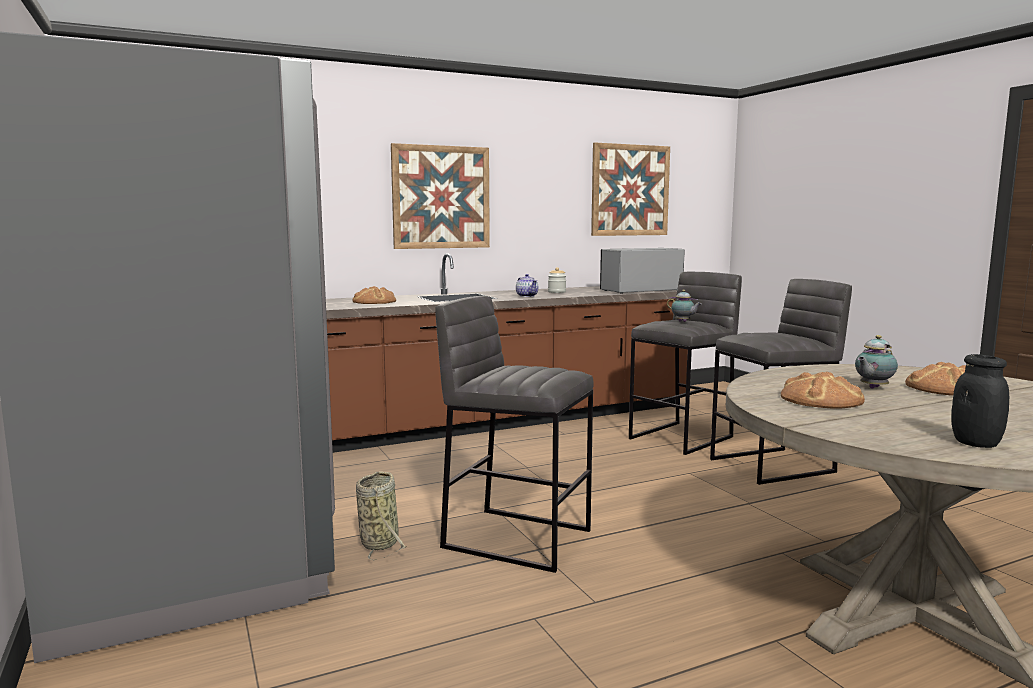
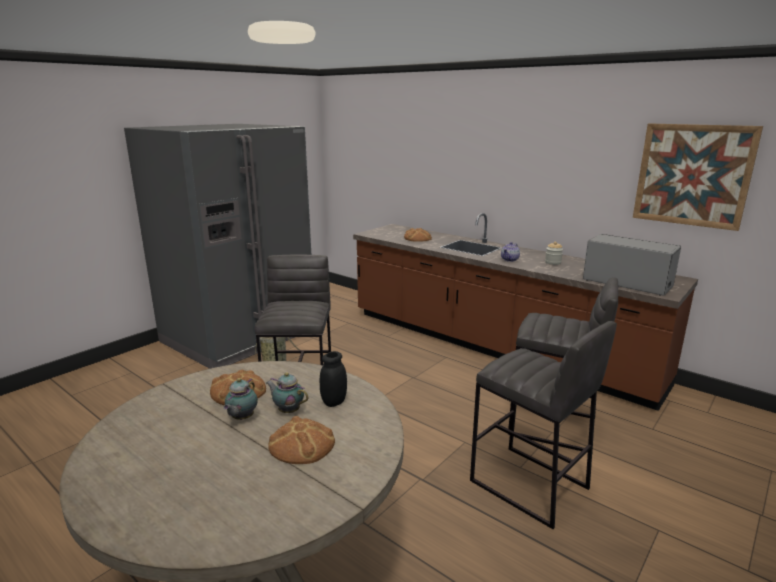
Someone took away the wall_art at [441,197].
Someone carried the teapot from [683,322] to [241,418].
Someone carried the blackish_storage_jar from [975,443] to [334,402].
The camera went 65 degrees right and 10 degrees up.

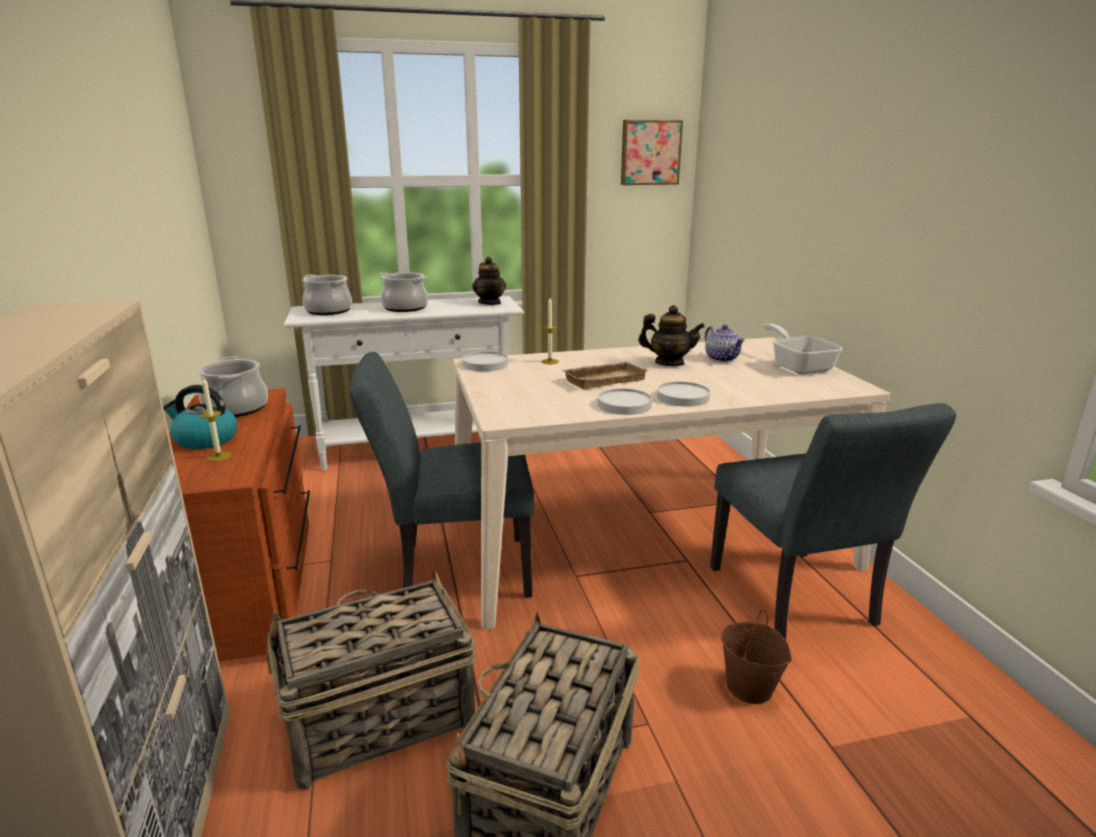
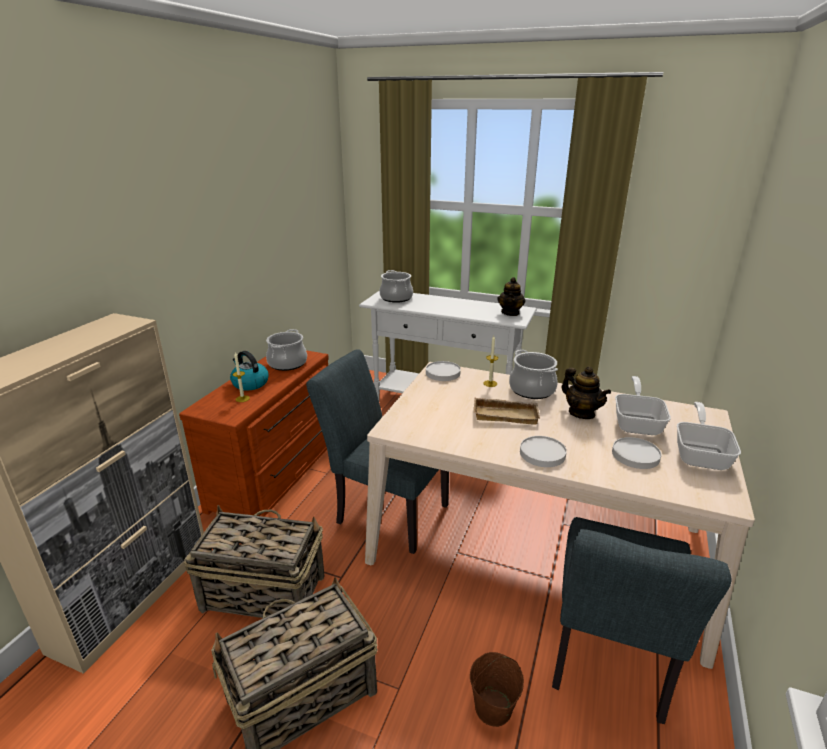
Someone carried the stockpot from [405,308] to [532,390].
Someone carried the whitish_dinner_plate from [624,405] to [635,455].
Someone took away the wall_art at [650,152].
Someone swapped the teapot at [723,358] for the pan at [637,422].
The camera went 35 degrees right and 5 degrees up.

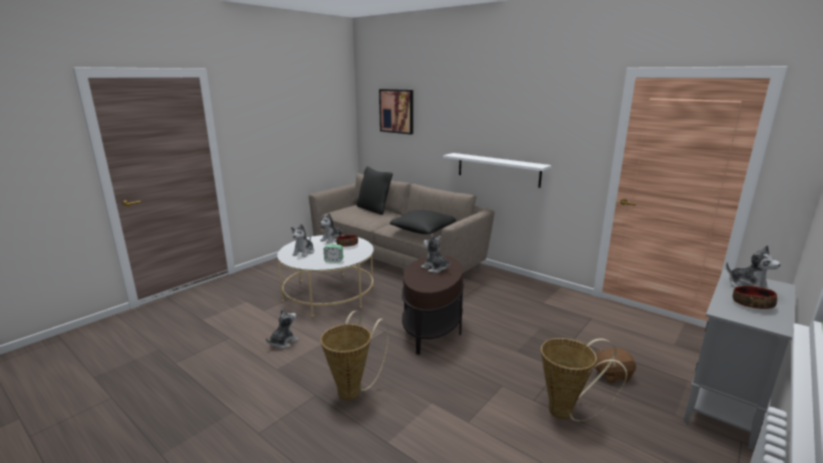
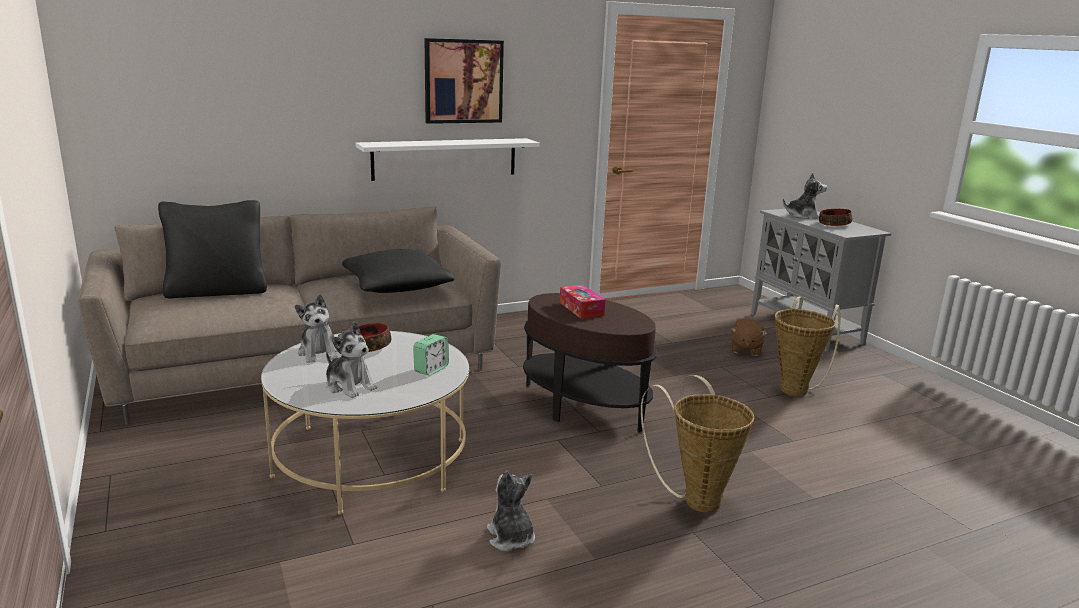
Someone carried the wall_art from [396,111] to [463,81].
Someone swapped the plush_toy at [435,268] for the tissue_holder at [581,309].
The camera went 65 degrees left and 0 degrees up.

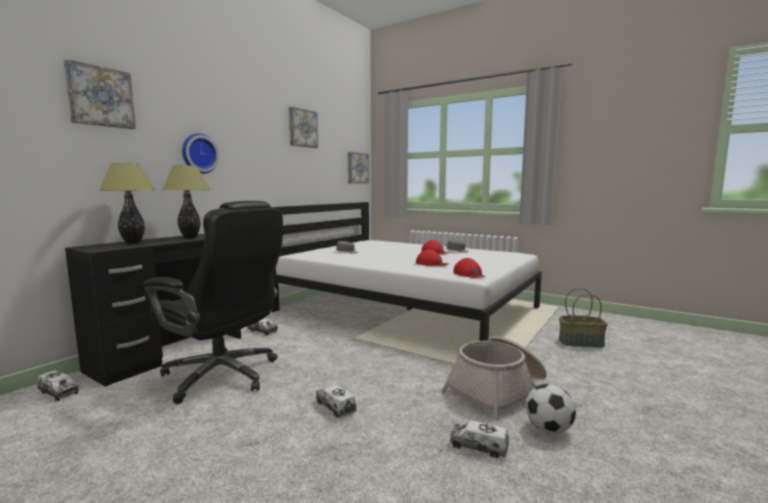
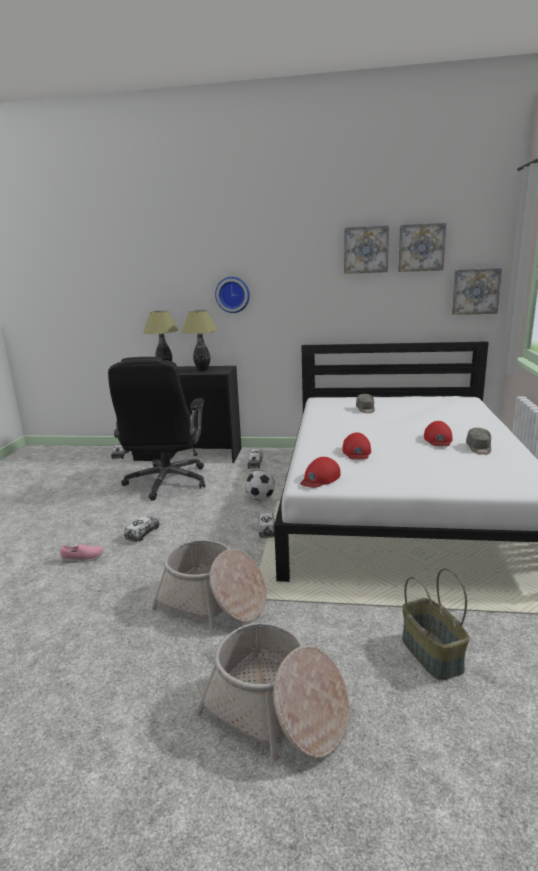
Someone carried the wall_art from [100,97] to [421,247].
Someone carried the toy_lorry from [479,446] to [266,530].
Someone carried the ball_for_football from [548,429] to [260,498].
Someone put down the pinkish_item_of_footwear at [83,559].
Someone put down the storage_basket at [277,711].
The camera went 65 degrees right and 10 degrees up.

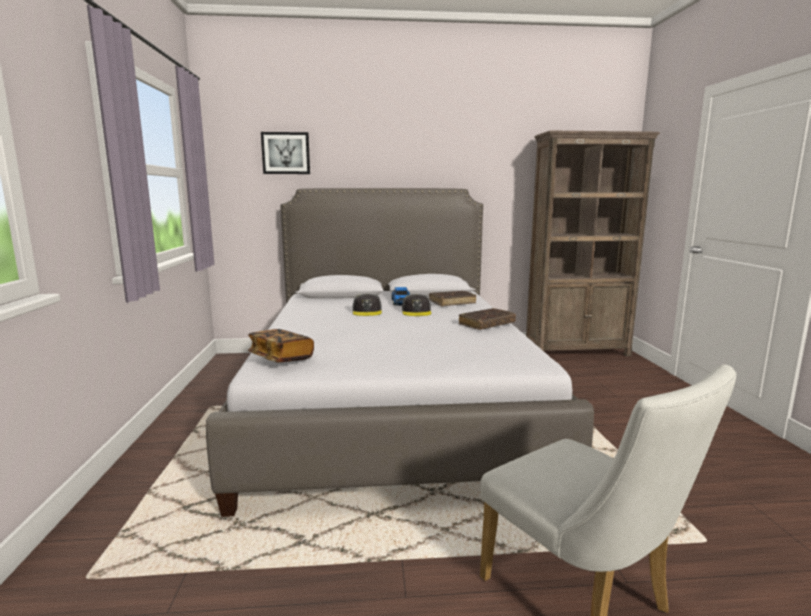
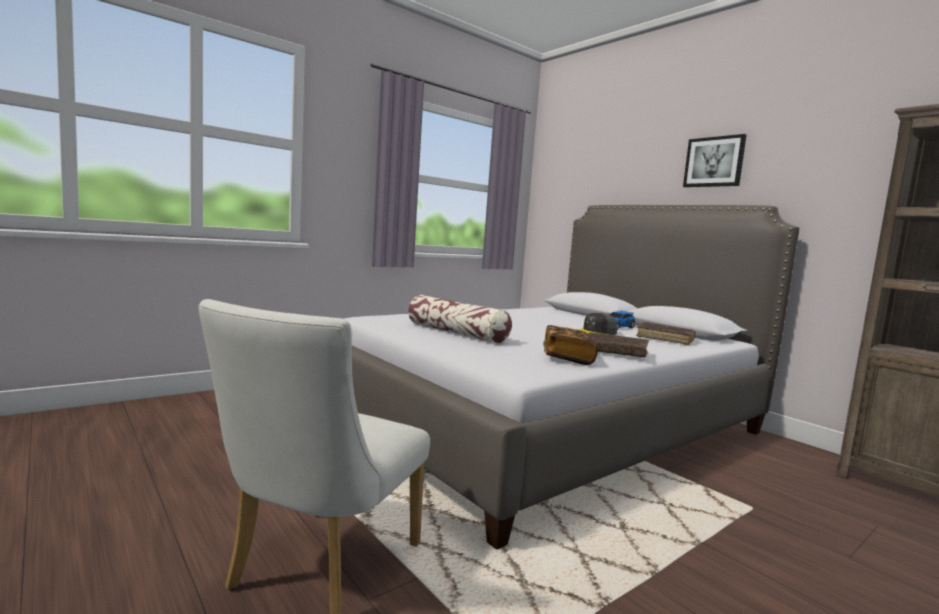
Someone carried the bound_book from [281,358] to [567,358].
Someone carried the wall_art from [286,153] to [714,162].
Someone took away the greyish_cap at [367,311].
Someone put down the pillow at [456,333].
The camera went 55 degrees right and 5 degrees down.

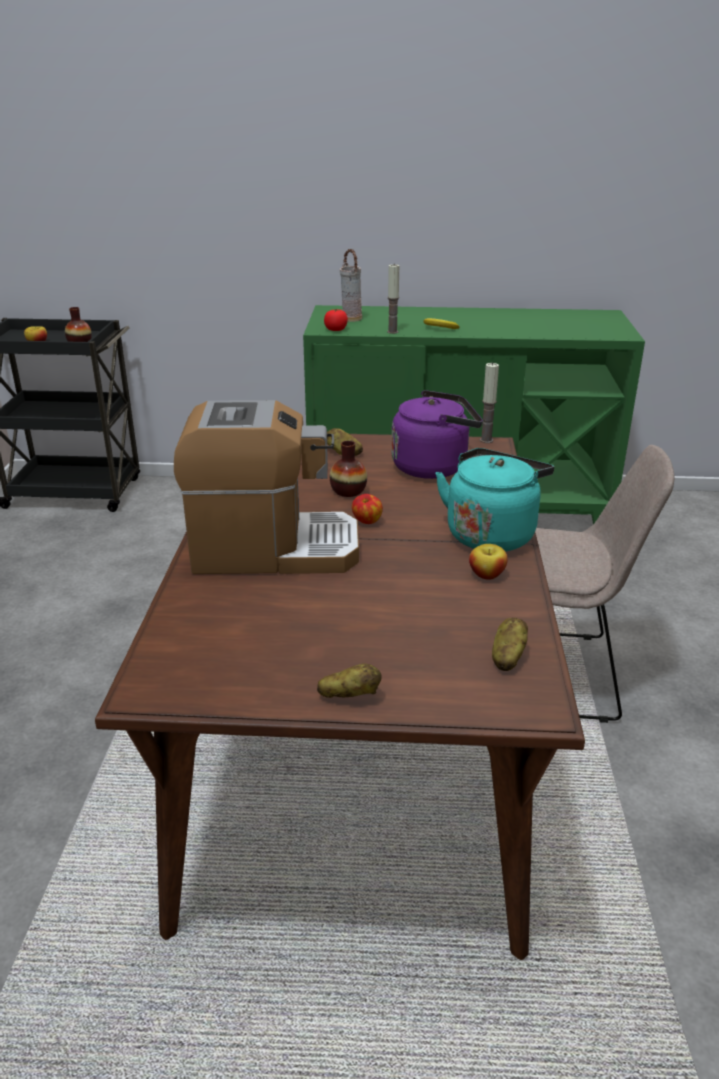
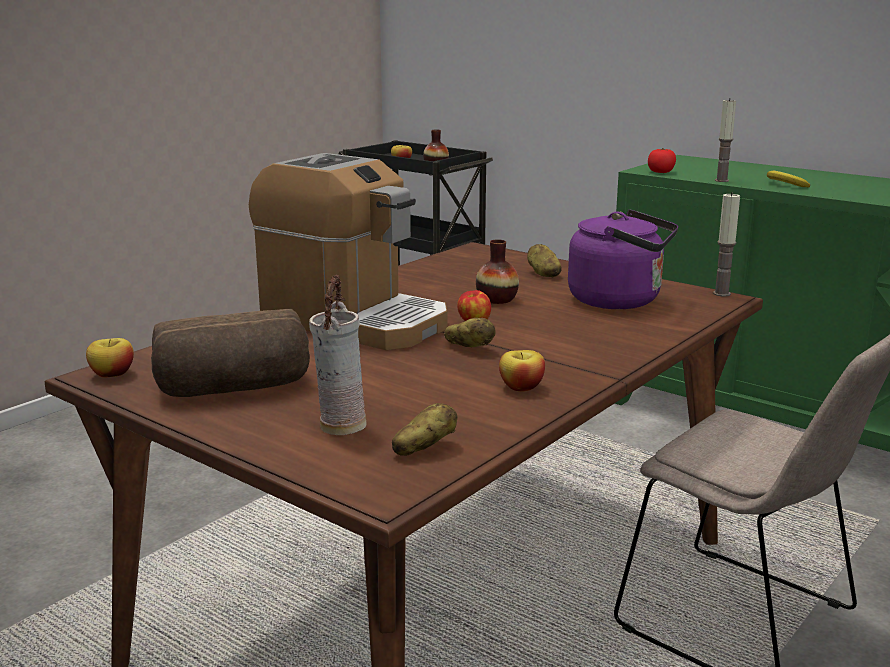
Someone carried the spud from [349,696] to [470,348].
Someone carried the decorative_vase from [351,319] to [340,426].
Someone took away the turquoise-coloured_water_kettle at [492,533].
Someone put down the whole_apple at [112,374].
Someone put down the bakery_bread at [234,388].
The camera went 35 degrees right and 10 degrees down.

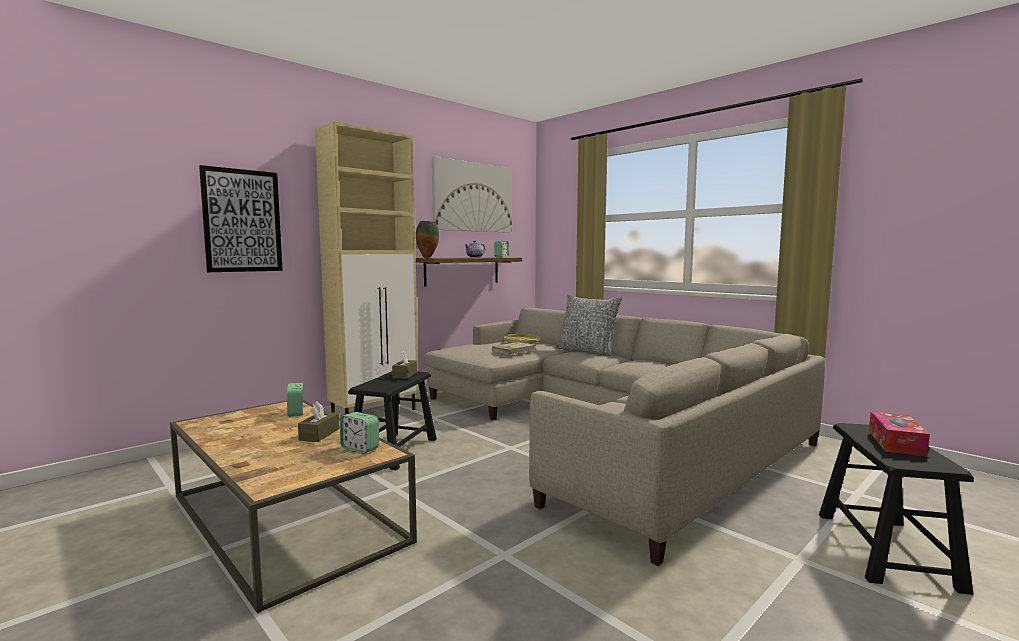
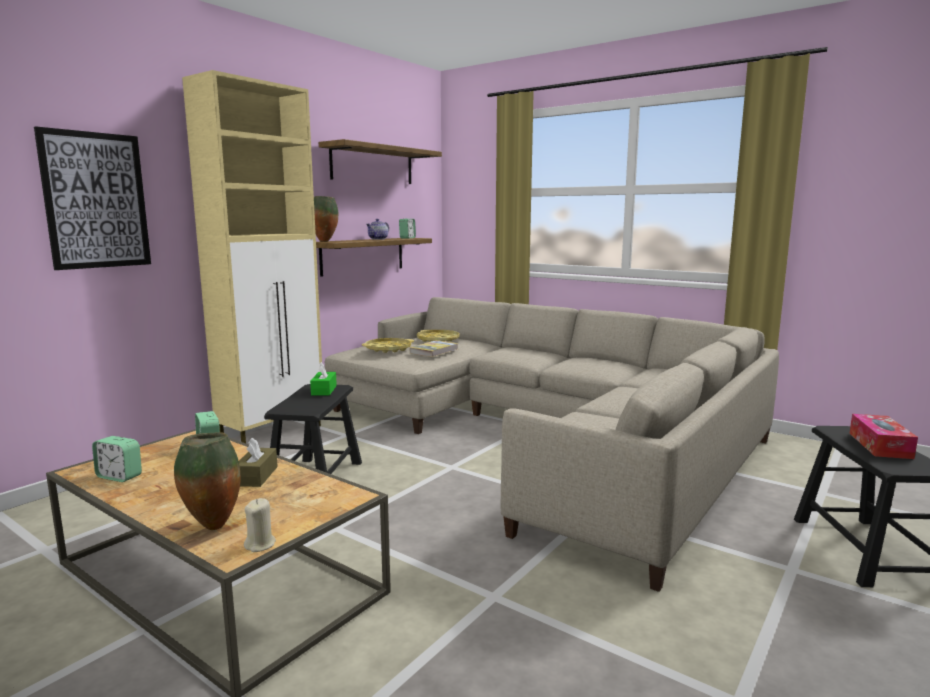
Someone carried the table_clock from [360,448] to [119,476].
Someone repainted the brown_tissue_holder at [405,375], which became the green_tissue_holder at [324,390].
Someone swapped the wall_art at [473,197] for the wall_shelf at [372,165].
Someone took away the pillow at [587,351].
Someone put down the decorative_vase at [212,526].
Someone put down the beige_wax_candle at [260,544].
Someone put down the yellow_tray at [388,349].
The camera went 10 degrees left and 5 degrees up.

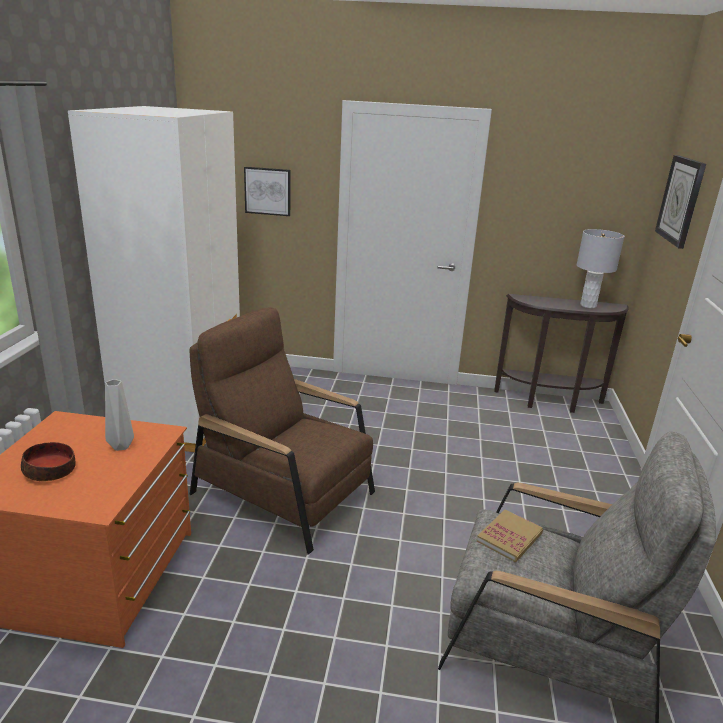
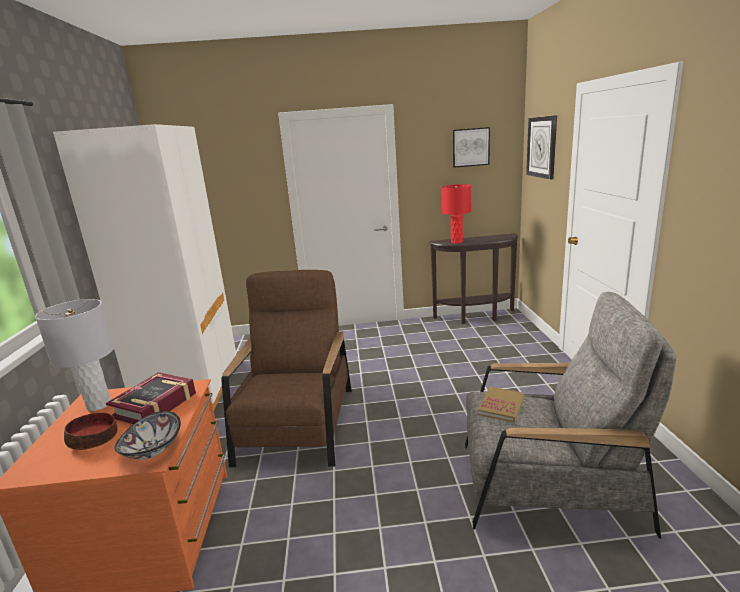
Someone swapped the greyish_decorative_vase at [120,446] for the bound_book at [155,405].
Someone rotated the brown_lounge_chair at [284,493] by 75 degrees clockwise.
Someone carried the wall_art from [268,191] to [470,147].
Someone carried the greyish_table_lamp from [588,305] to [99,404].
Someone put down the deep_dish at [152,450].
Someone put down the red_table_lamp at [456,242].
The camera went 10 degrees left and 5 degrees down.

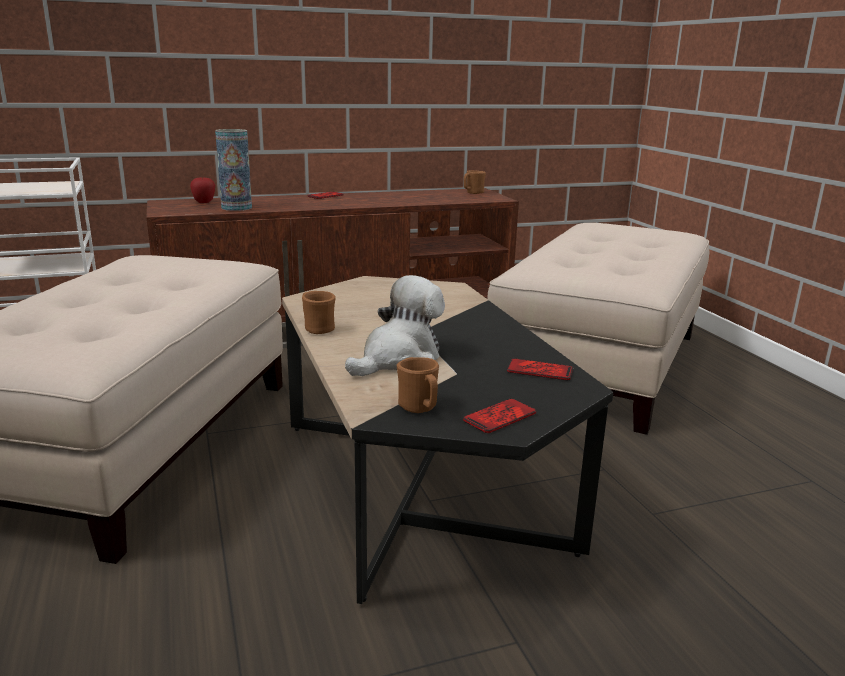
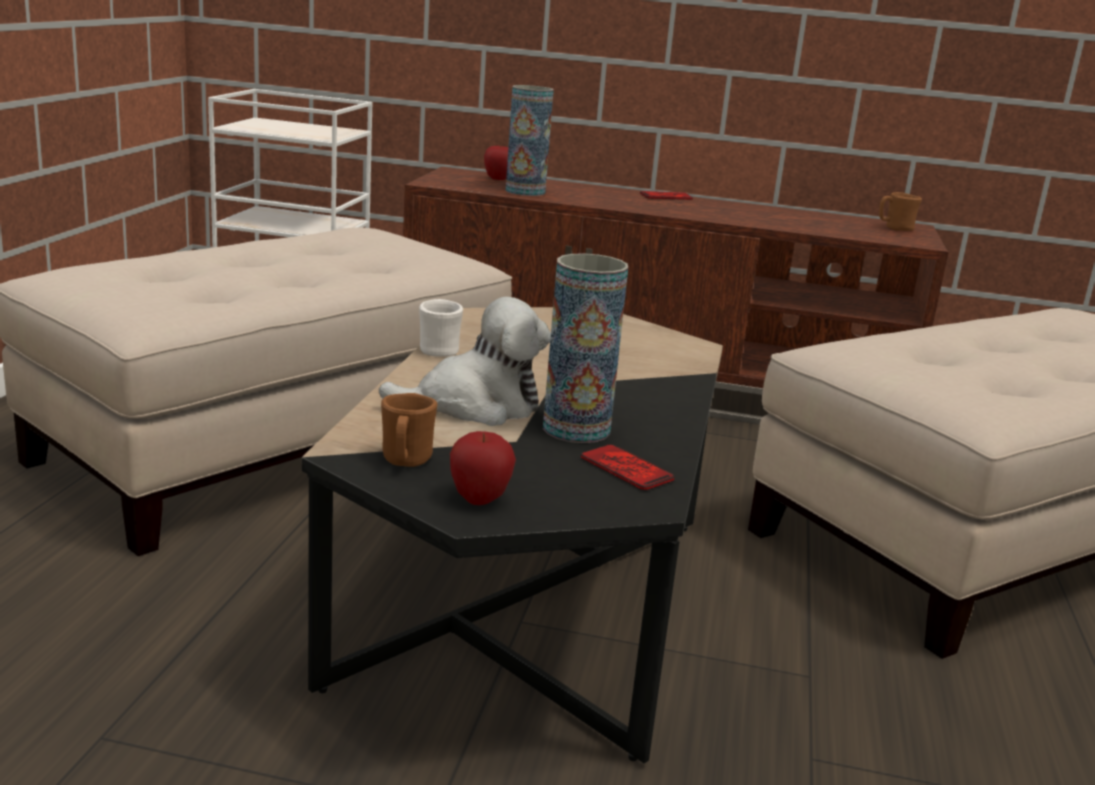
Someone repainted the brown_coffee_mug at [316,328], which became the whitish_coffee_mug at [438,349].
Someone swapped the handset at [499,417] for the whole_apple at [480,499].
Someone put down the decorative_vase at [576,429].
The camera went 30 degrees right and 0 degrees up.

